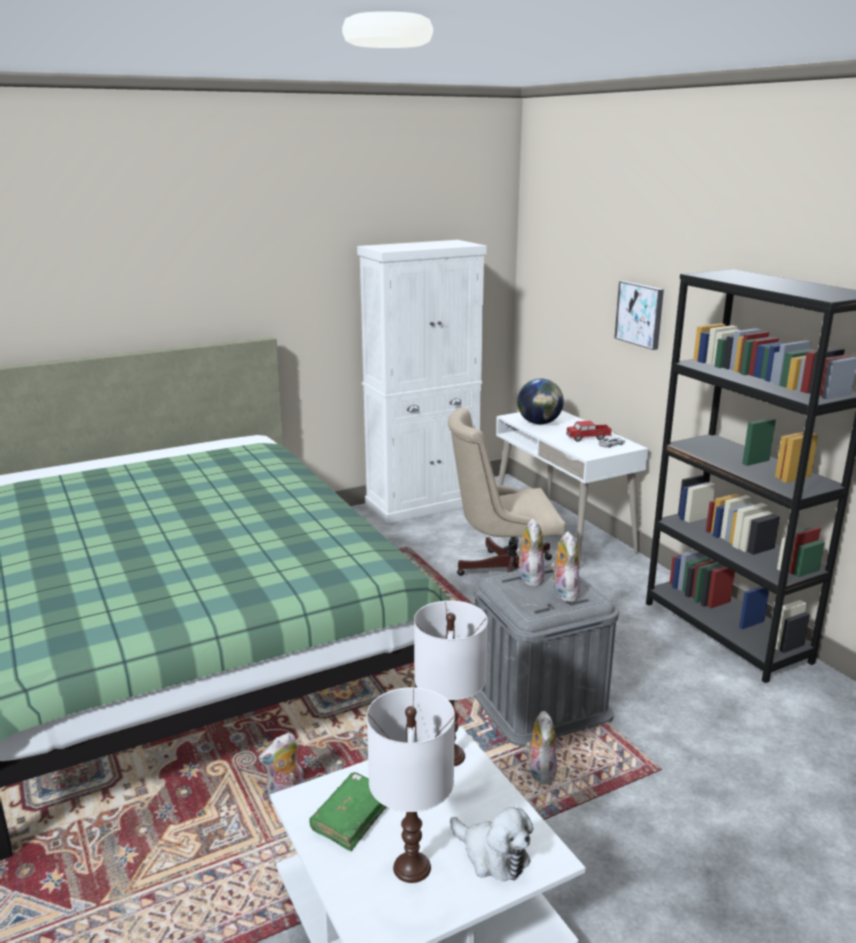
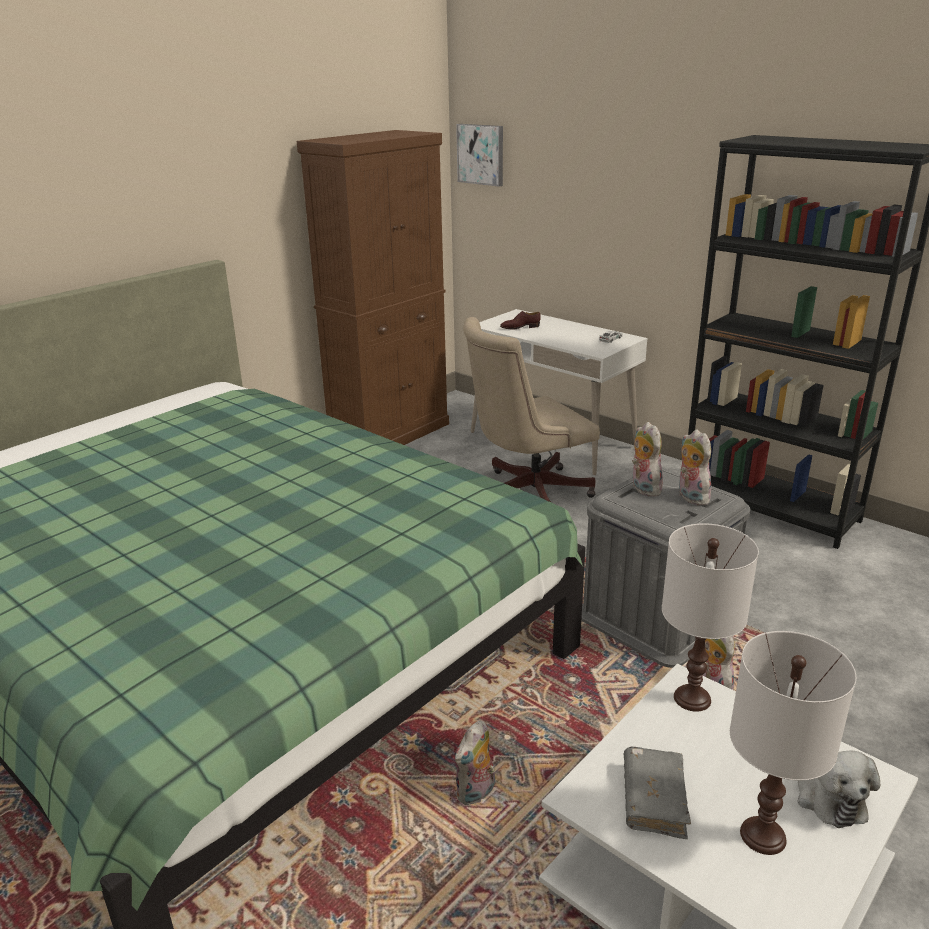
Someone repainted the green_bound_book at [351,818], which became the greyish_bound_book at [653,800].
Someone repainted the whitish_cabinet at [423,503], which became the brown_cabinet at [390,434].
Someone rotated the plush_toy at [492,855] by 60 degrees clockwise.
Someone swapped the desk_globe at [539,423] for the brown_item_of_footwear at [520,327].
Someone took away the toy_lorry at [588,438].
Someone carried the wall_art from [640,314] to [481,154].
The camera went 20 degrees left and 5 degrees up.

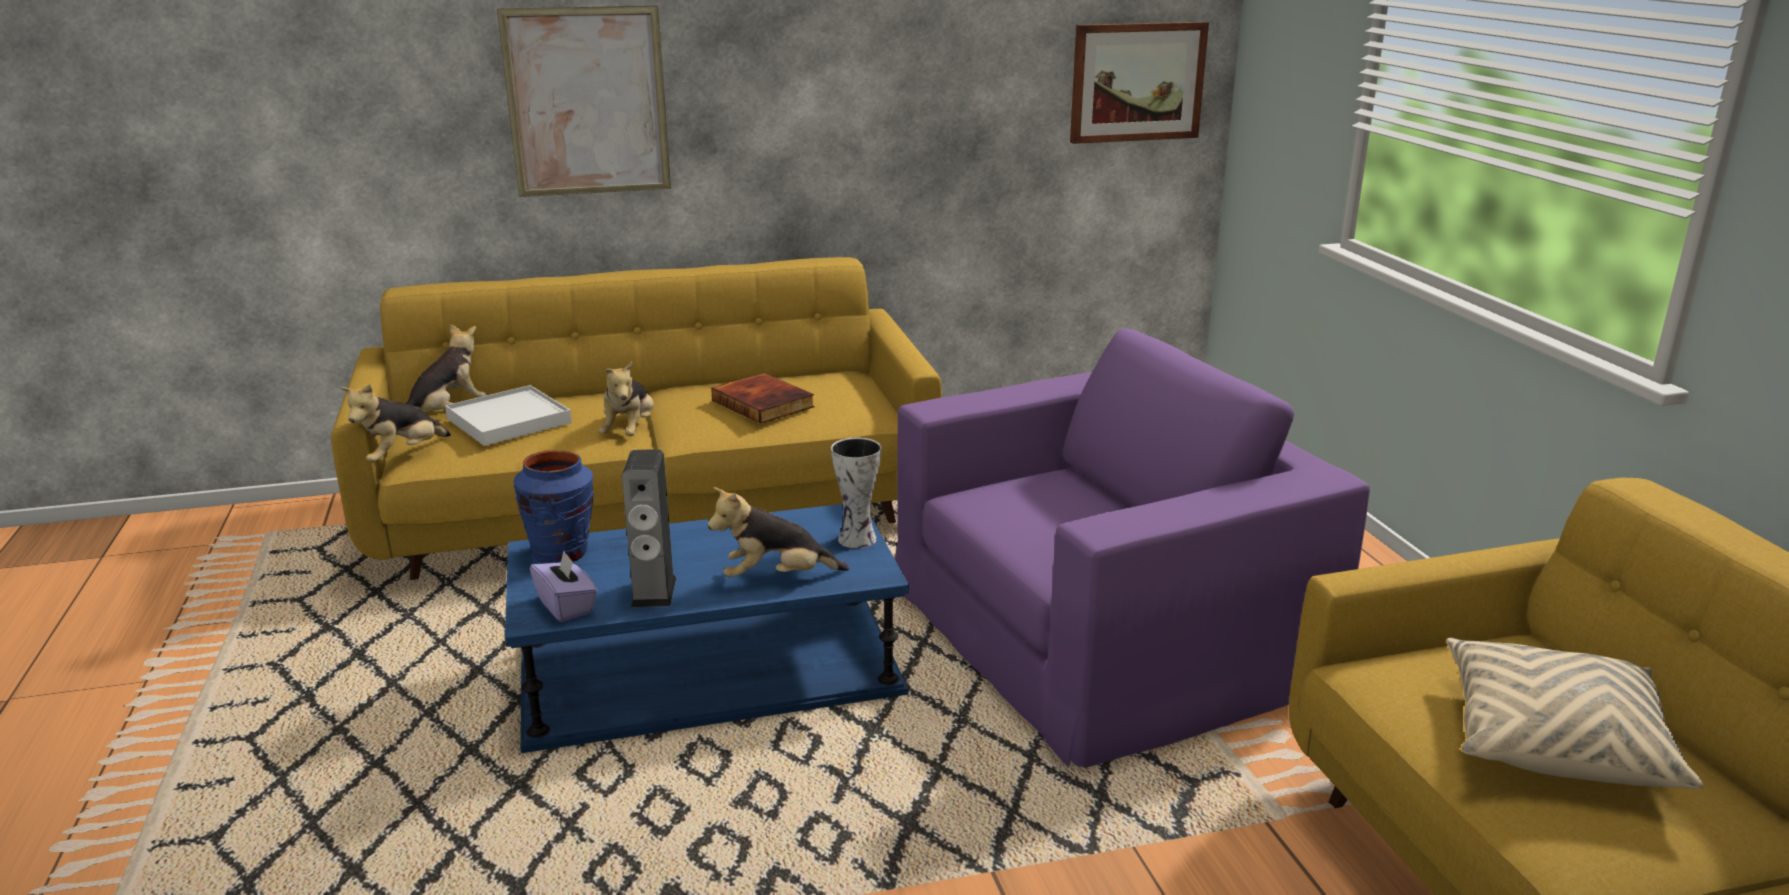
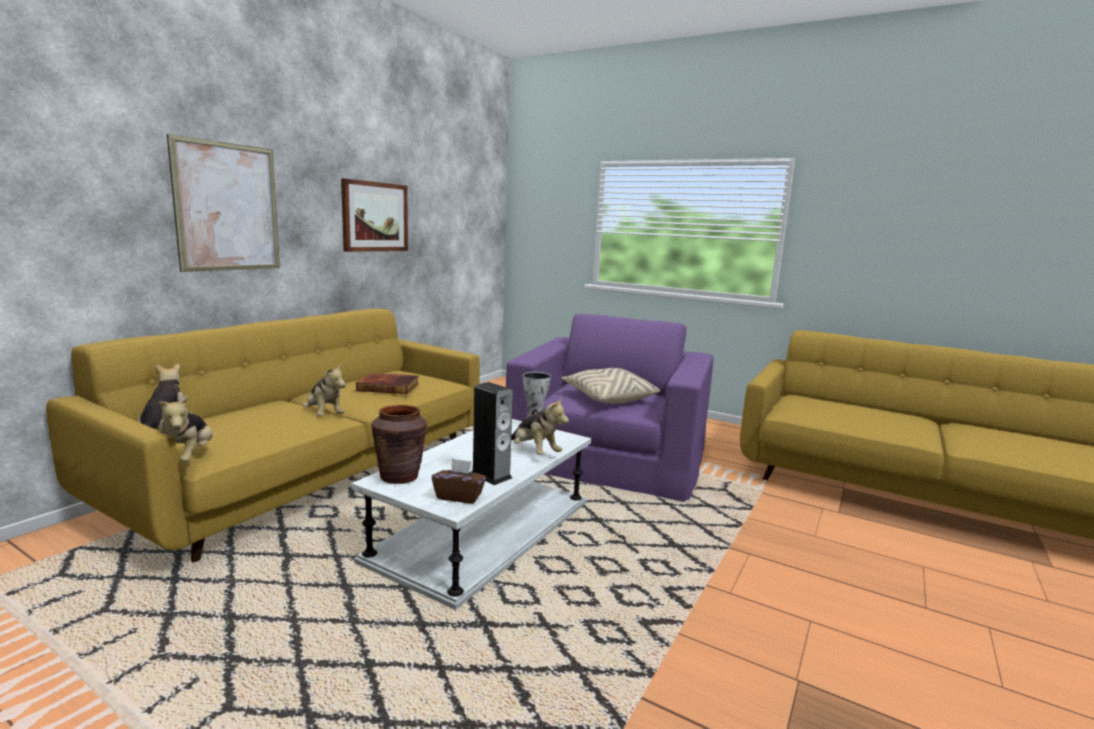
Someone took away the whitish_tray at [509,421].
Someone repainted the blue-coloured_coffee_table at [711,671], which became the whitish_coffee_table at [484,529].
Someone repainted the blue-coloured_decorative_vase at [561,553], which became the brown_decorative_vase at [400,477].
Someone repainted the purplish_tissue_holder at [566,606], which became the brown_tissue_holder at [459,496].
Someone rotated the plush_toy at [776,578] by 75 degrees counterclockwise.
Someone carried the wall_art from [1137,82] to [375,217].
Someone carried the beige_pillow from [1552,740] to [608,398].
The camera went 45 degrees left and 10 degrees down.

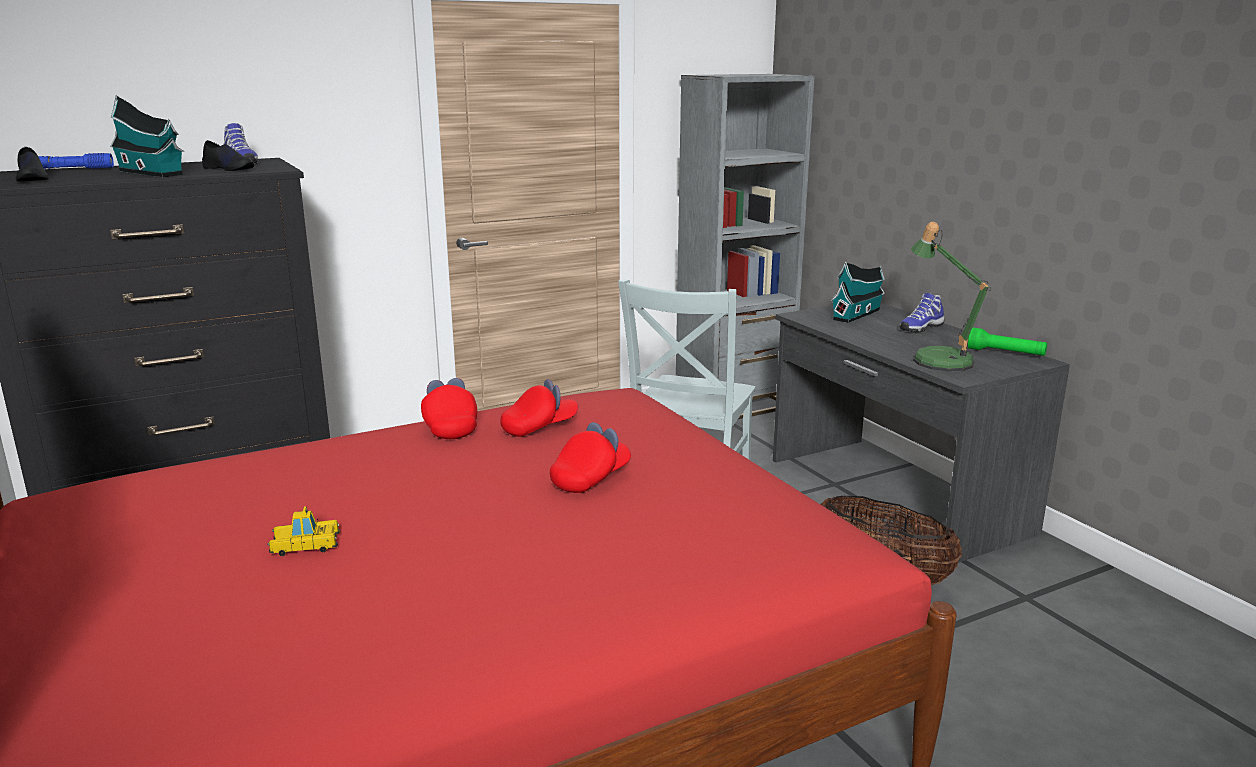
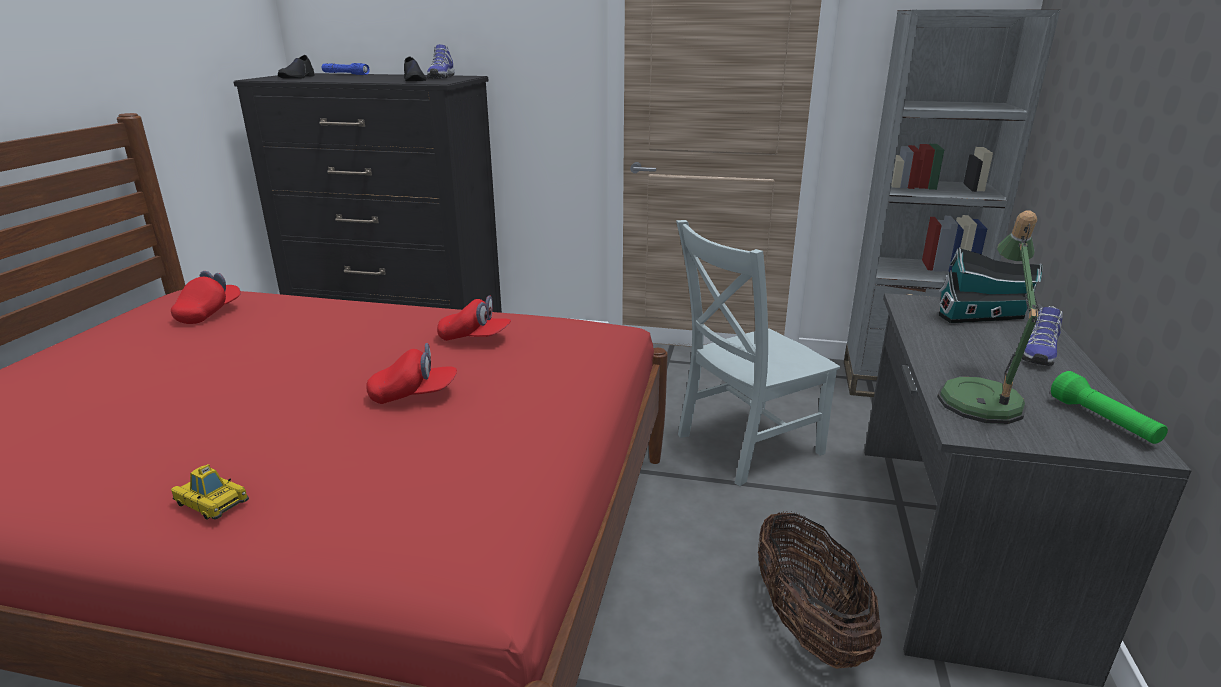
Someone took away the model_house at [152,173].
Someone carried the toy_car from [305,545] to [211,502].
Someone carried the red_cap from [449,427] to [209,313].
Someone rotated the item_of_footwear at [920,328] by 60 degrees counterclockwise.
The camera went 40 degrees right and 5 degrees up.

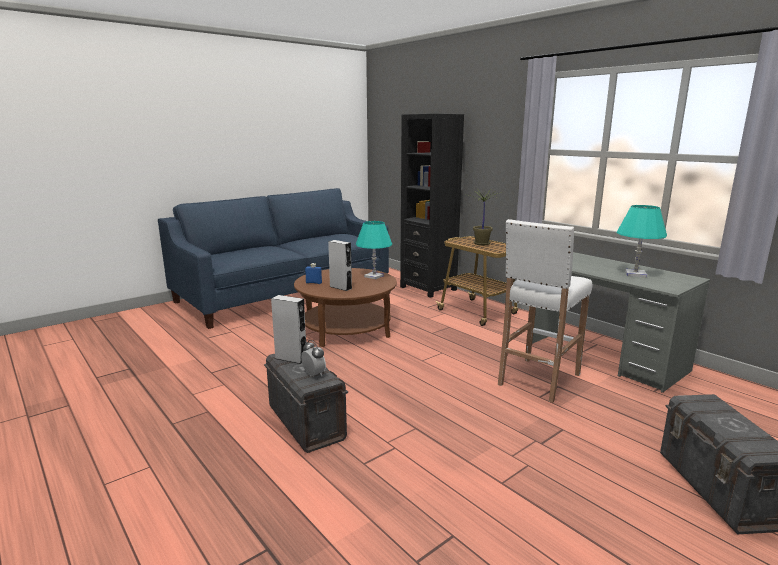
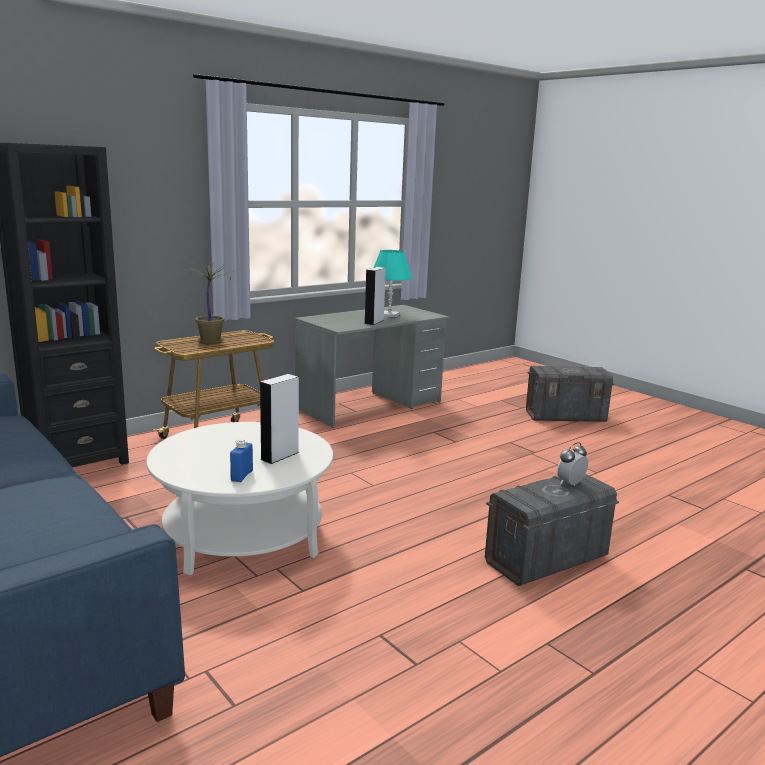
Someone carried the greyish_loudspeaker from [291,358] to [374,322].
Someone repainted the brown_coffee_table at [346,329], which became the whitish_coffee_table at [243,534].
Someone took away the turquoise-coloured_table_lamp at [374,276].
Someone took away the whitish_stool at [538,380].
The camera went 90 degrees left and 0 degrees up.

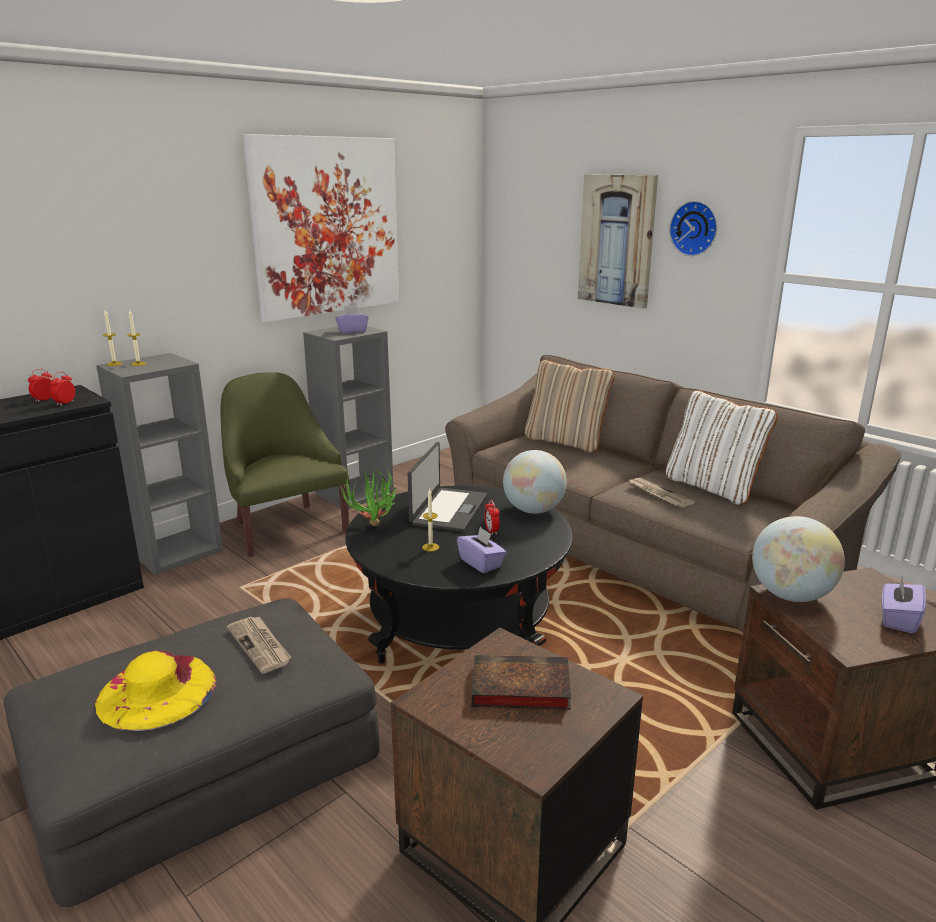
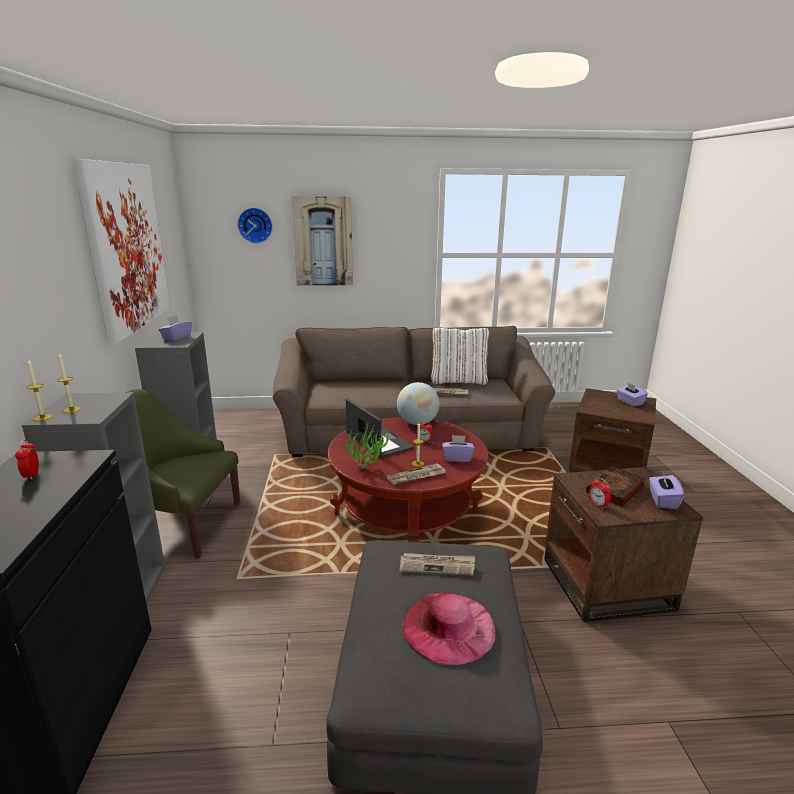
Someone carried the table_clock from [65,403] to [598,505].
Someone repainted the yellow_clothing_hat at [157,691], which became the pinkish_clothing_hat at [448,626].
Someone repainted the blackish_coffee_table at [459,621], which became the red_coffee_table at [406,513].
Someone took away the beige_pillow at [566,442].
Someone carried the hanging_clock from [695,228] to [255,225].
Someone took away the desk_globe at [790,595].
Someone put down the printed_paper at [416,476].
Someone put down the purplish_tissue_holder at [662,500].
The camera went 50 degrees left and 0 degrees up.

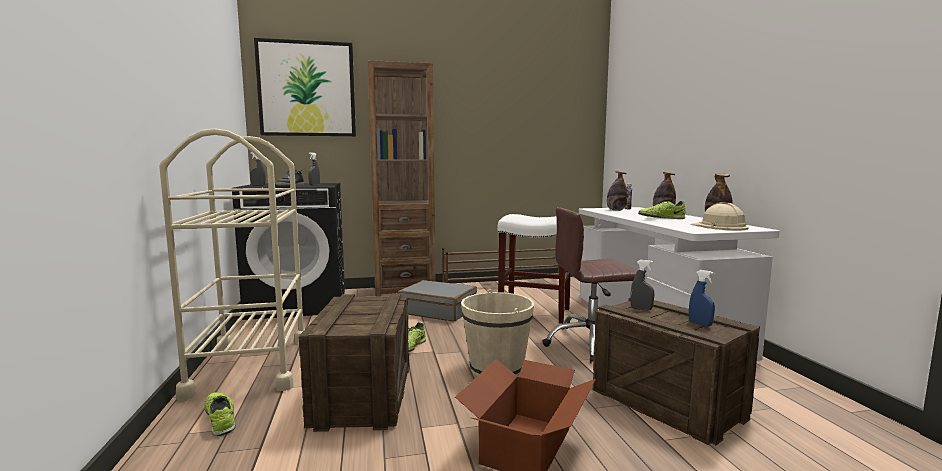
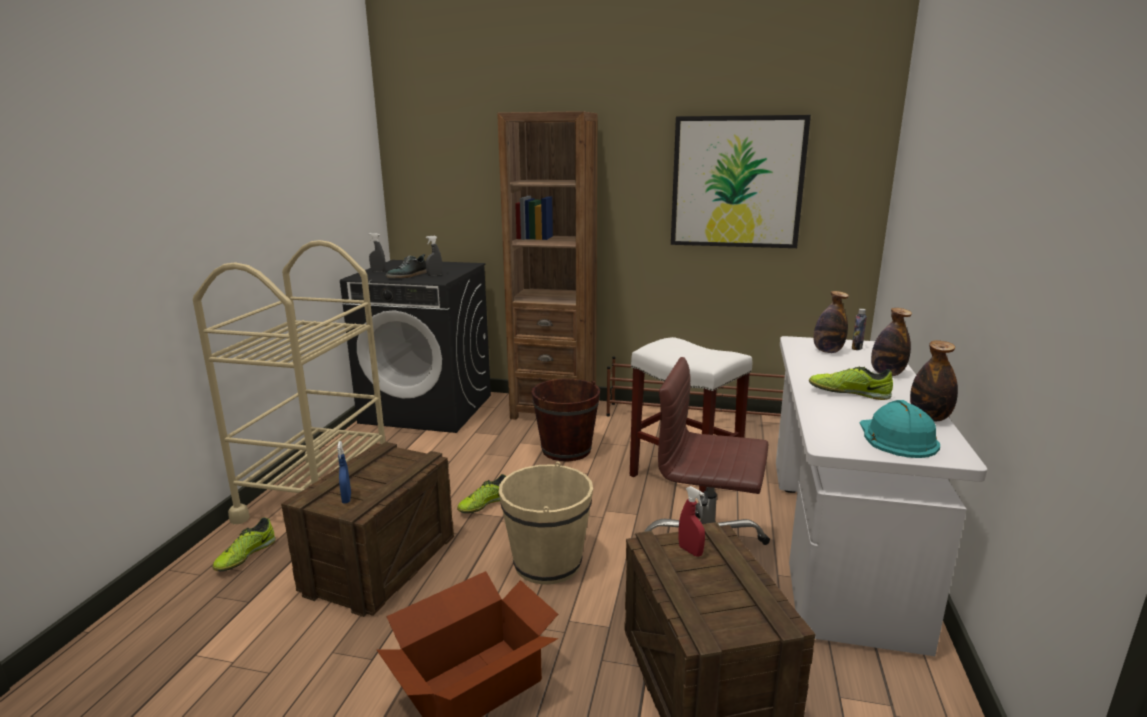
Someone rotated the item_of_footwear at [220,418] by 150 degrees counterclockwise.
Someone carried the wall_art from [307,89] to [737,182].
Someone swapped the greyish_travel_case at [438,310] for the brown_bucket at [566,450].
Someone repainted the greyish_spray_bottle at [641,309], which became the red_spray_bottle at [690,551].
Someone carried the blue-coloured_spray_bottle from [700,324] to [346,498].
Someone repainted the beige_hard_hat at [719,226], which became the turquoise-coloured_hard_hat at [896,438].
The camera went 25 degrees right and 10 degrees up.

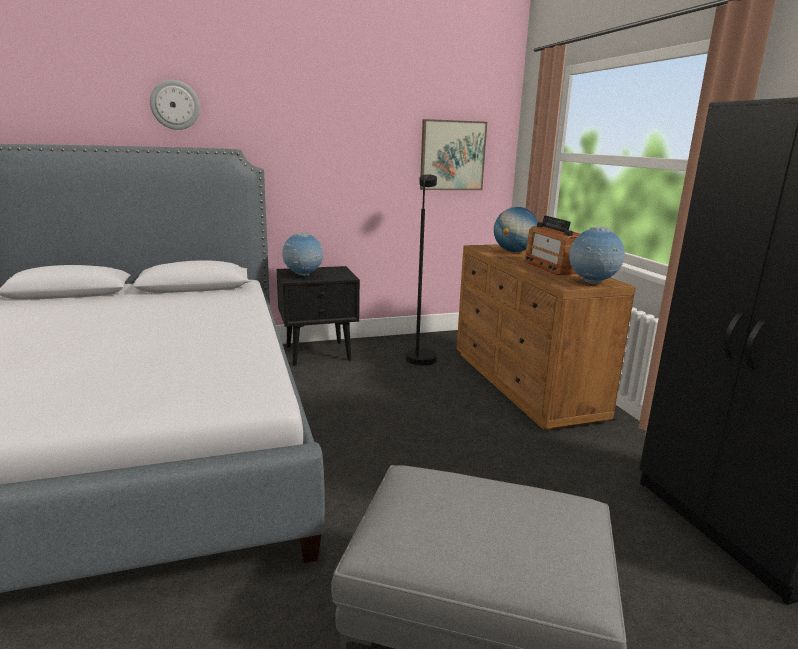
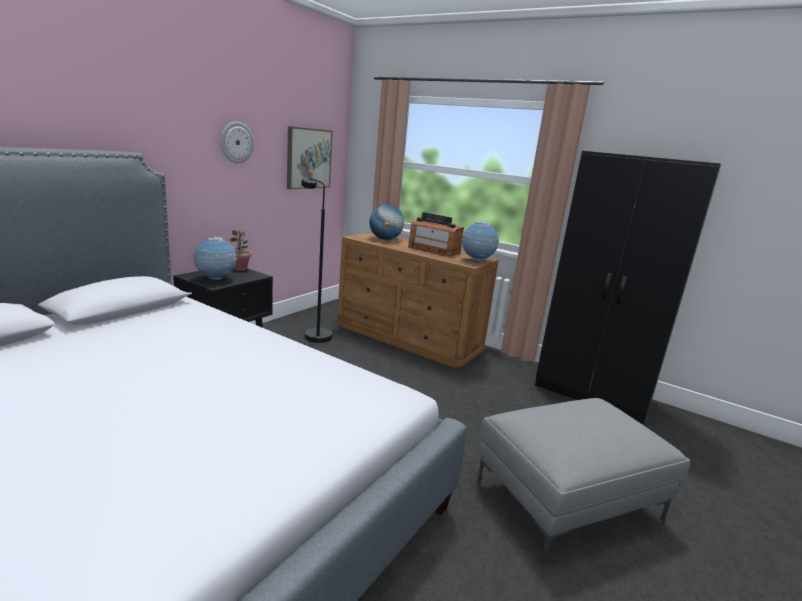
Someone carried the hanging_clock from [175,105] to [236,142].
Someone put down the plant_in_a_pot at [240,269].
The camera went 40 degrees left and 0 degrees up.

